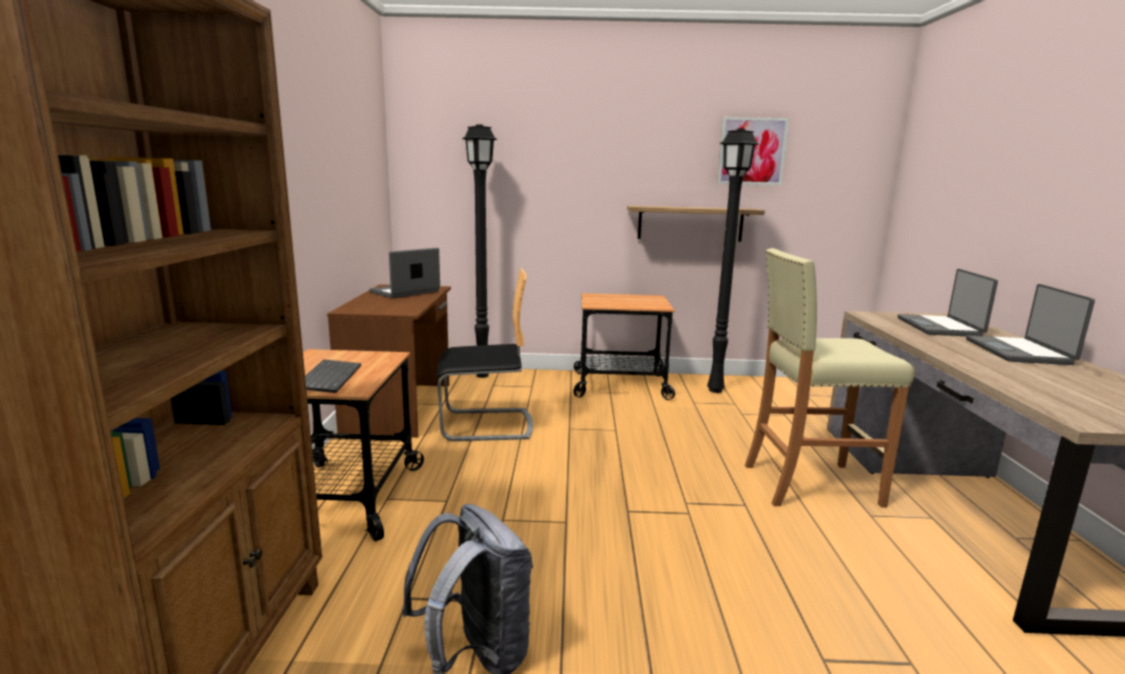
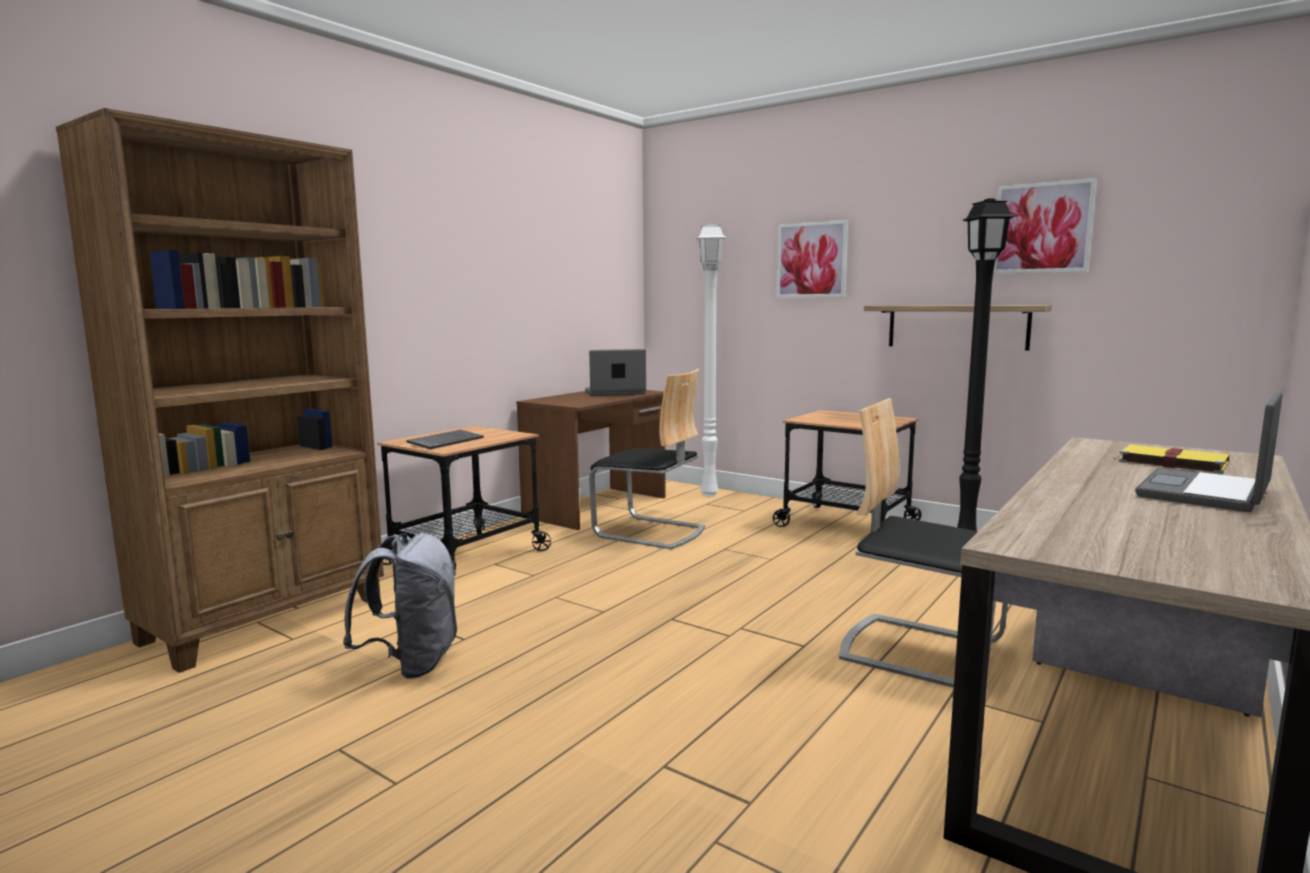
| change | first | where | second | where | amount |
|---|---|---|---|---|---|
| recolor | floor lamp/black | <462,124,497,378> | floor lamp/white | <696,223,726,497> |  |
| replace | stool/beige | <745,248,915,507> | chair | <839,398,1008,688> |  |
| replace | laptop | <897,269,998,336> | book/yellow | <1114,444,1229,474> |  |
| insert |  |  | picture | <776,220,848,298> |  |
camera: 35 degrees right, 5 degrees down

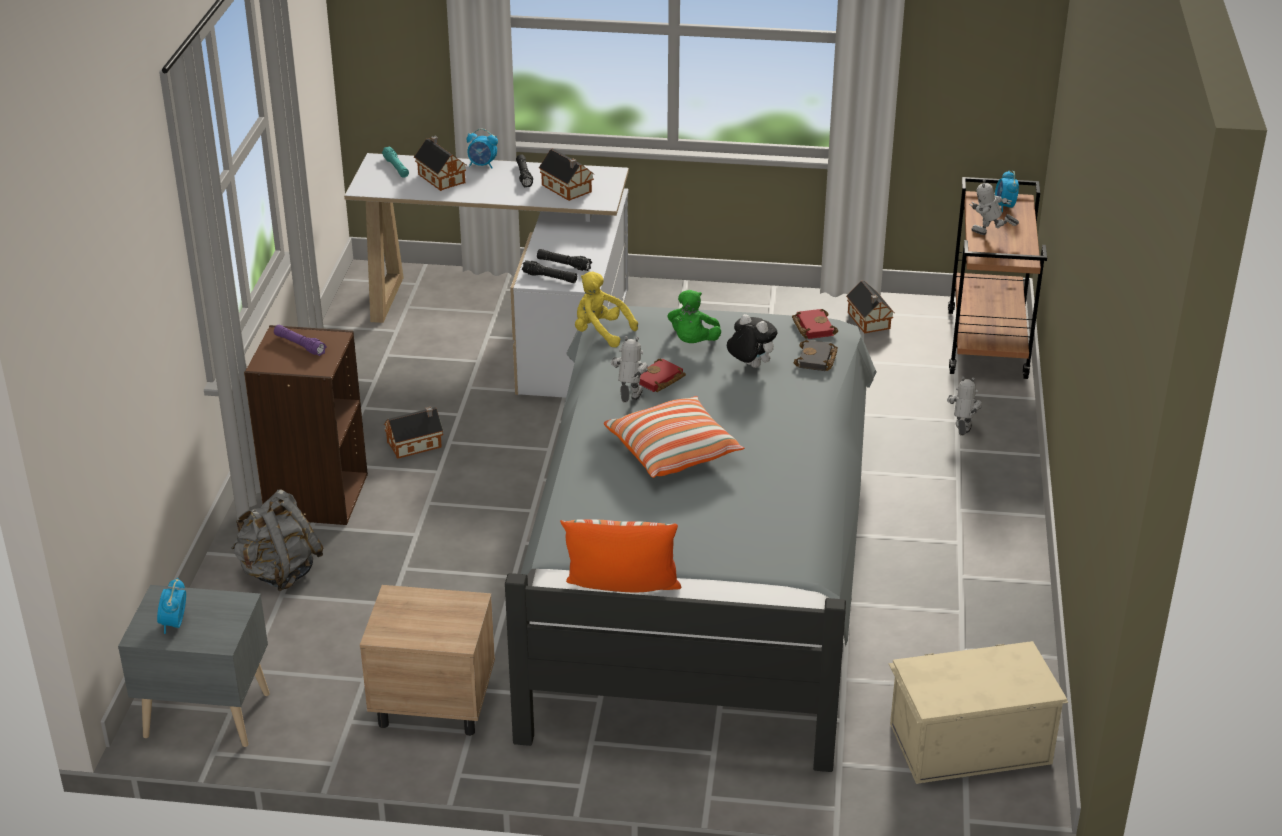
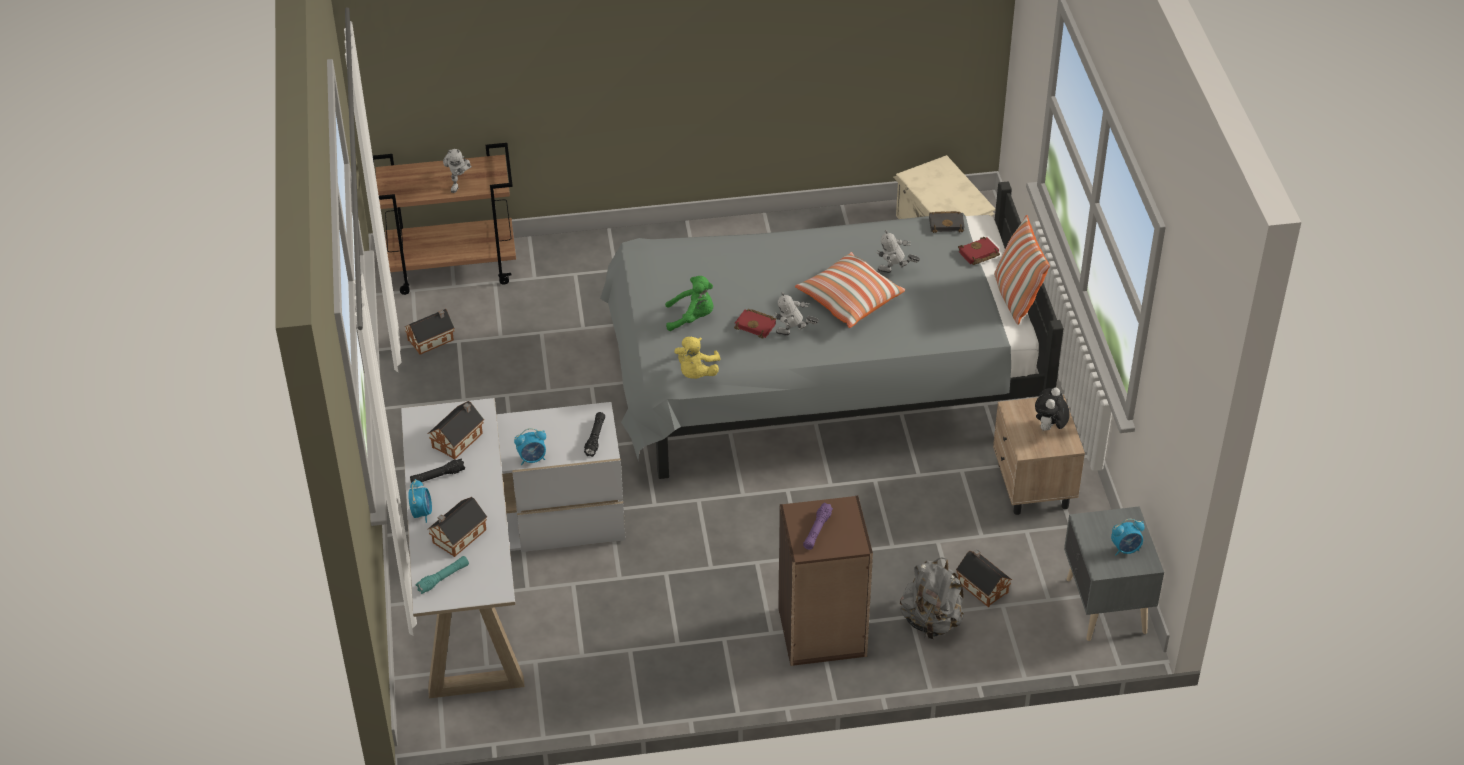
| change | first | where | second | where | amount |
|---|---|---|---|---|---|
| move | toy house | <384,407,443,459> |  | <956,549,1012,607> |  |
| delete | flashlight/black | <537,249,592,271> |  |  |  |
| move | plush toy | <727,314,777,368> |  | <1035,388,1070,431> |  |
| move | book/red | <792,309,838,339> |  | <958,237,1000,265> |  |
| move | book/black | <793,340,838,371> |  | <929,211,965,233> |  |
| move | toy robot | <947,376,982,436> |  | <876,230,920,273> |  |
| move | alarm clock | <995,171,1019,212> |  | <514,428,546,465> |  |
camera: 105 degrees left, 10 degrees up

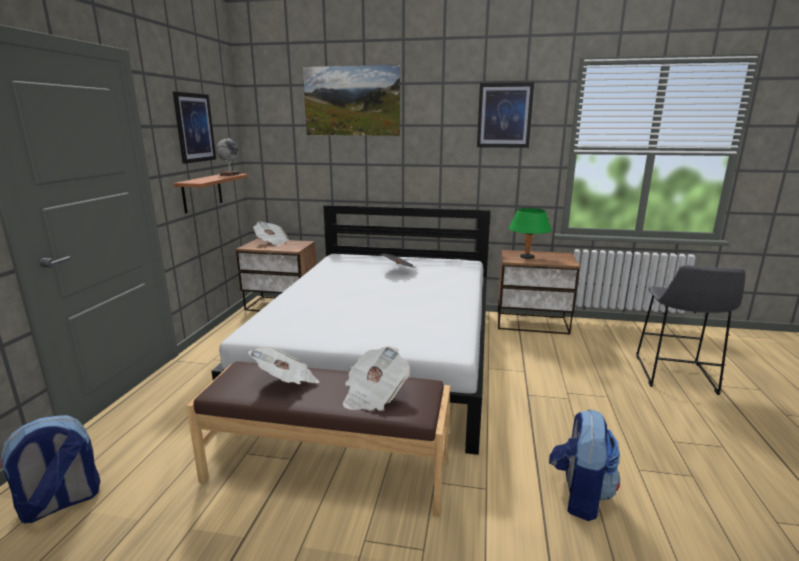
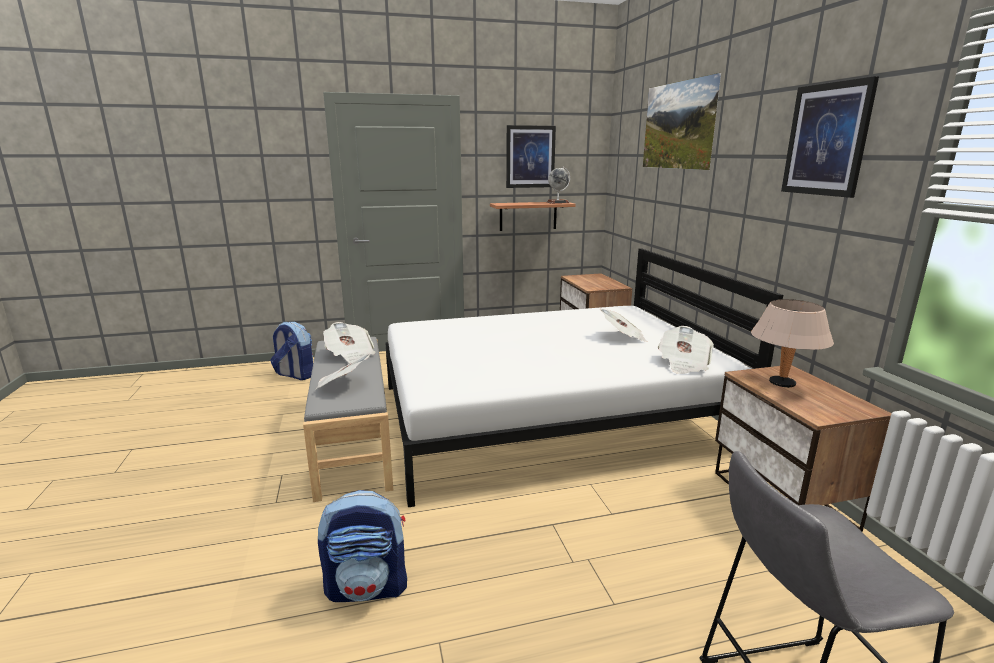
| change | first | where | second | where | amount |
|---|---|---|---|---|---|
| recolor | bench/brown | <186,361,450,517> | bench/grey | <303,337,393,502> |  |
| move | newspaper | <253,222,289,246> |  | <658,326,714,374> |  |
| recolor | table lamp/green | <508,208,552,259> | table lamp/beige | <751,299,834,388> |  |
camera: 65 degrees right, 0 degrees up

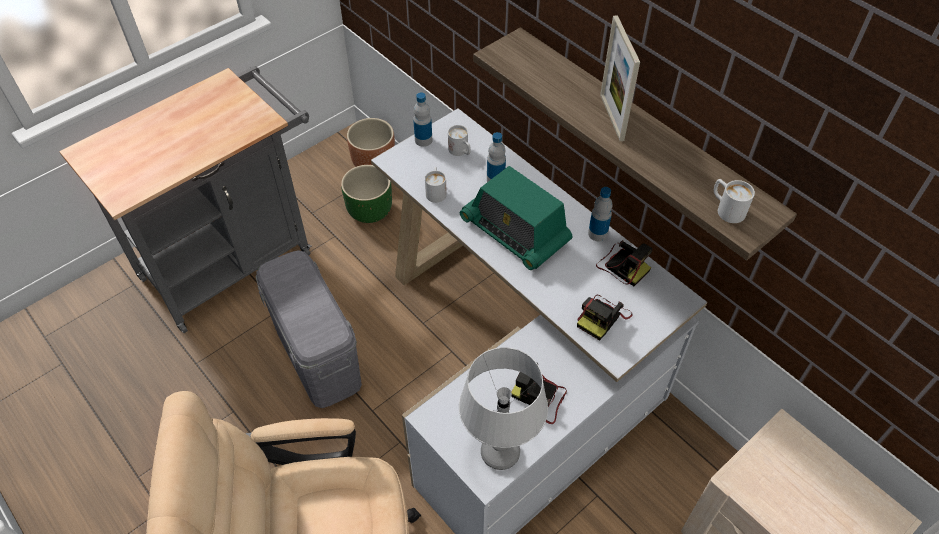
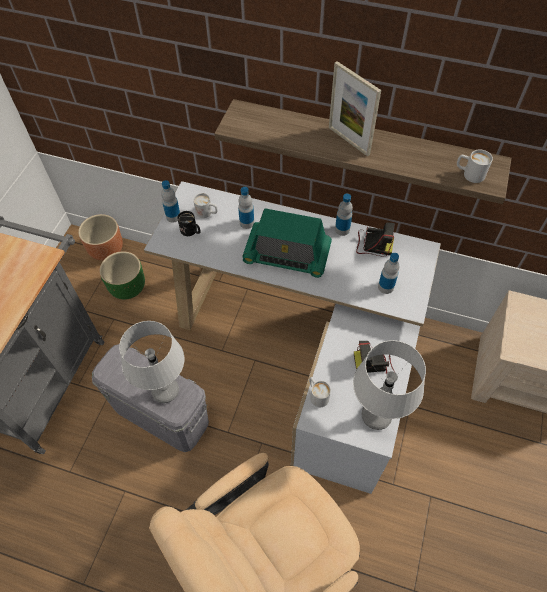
| change | first | where | second | where | amount |
|---|---|---|---|---|---|
| move | mug/white | <425,167,447,203> |  | <309,377,331,407> |  |
| replace | photo camera | <577,295,632,341> | bottle | <378,253,399,294> |  |
| insert |  |  | table lamp/grey | <119,321,184,403> |  |
| insert |  |  | mug/black | <177,211,200,236> |  |
camera: 30 degrees left, 5 degrees up

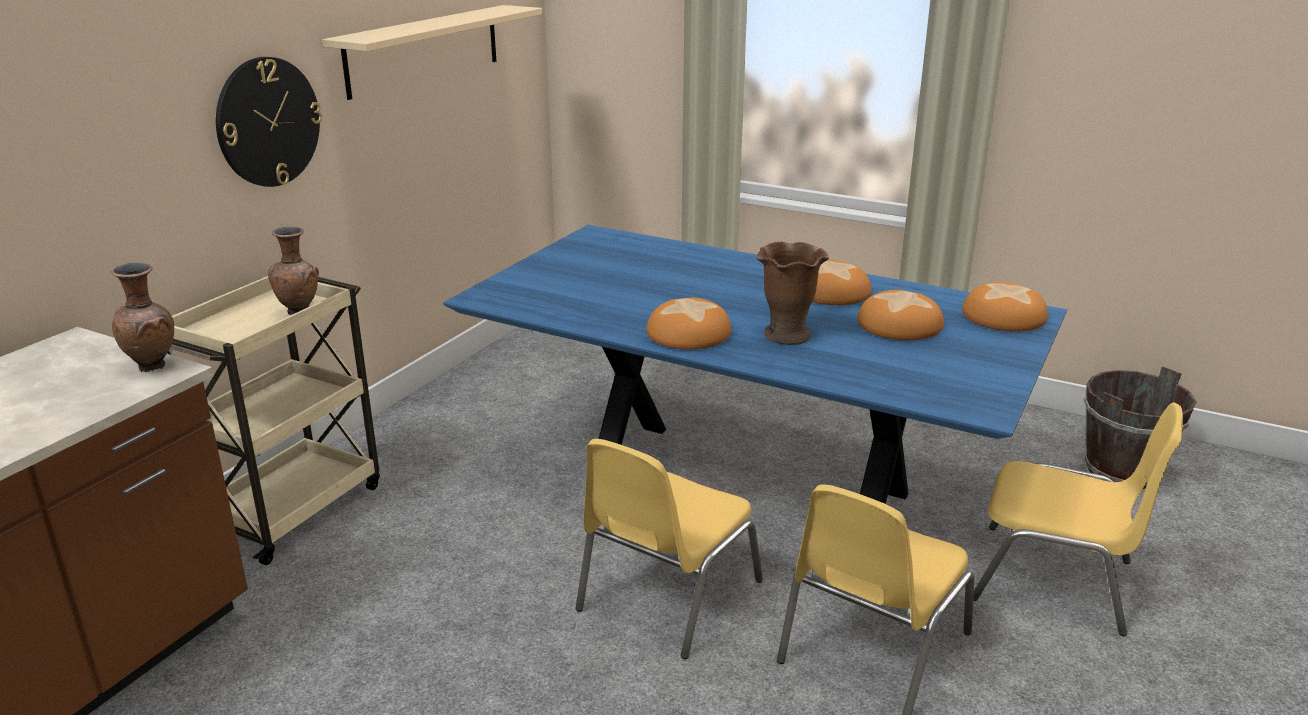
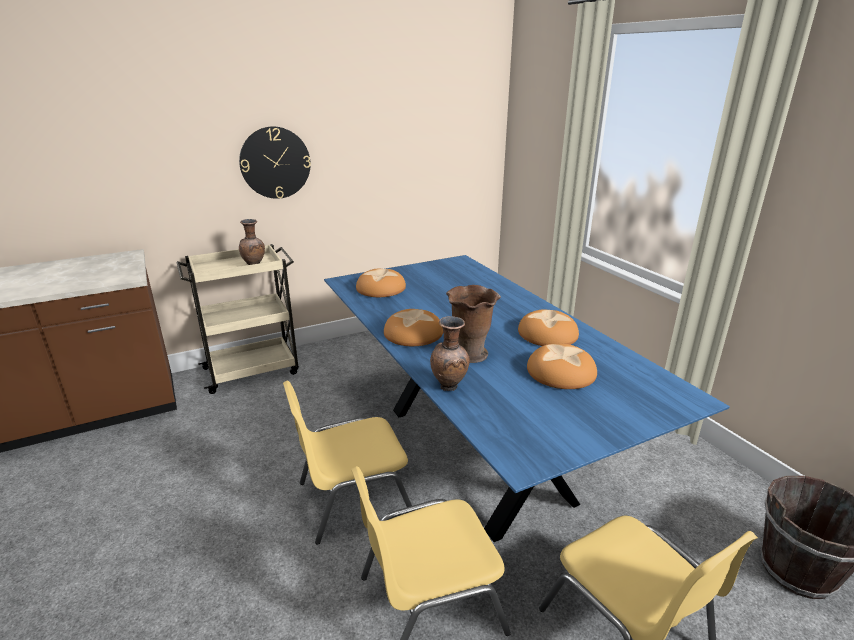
| change | first | where | second | where | amount |
|---|---|---|---|---|---|
| move | vase/brown | <111,262,174,372> |  | <430,316,470,391> |  |
| delete | shelf/beige | <322,5,543,100> |  |  |  |
| move | bread | <962,282,1048,332> |  | <356,269,406,297> |  |
camera: 35 degrees right, 0 degrees up

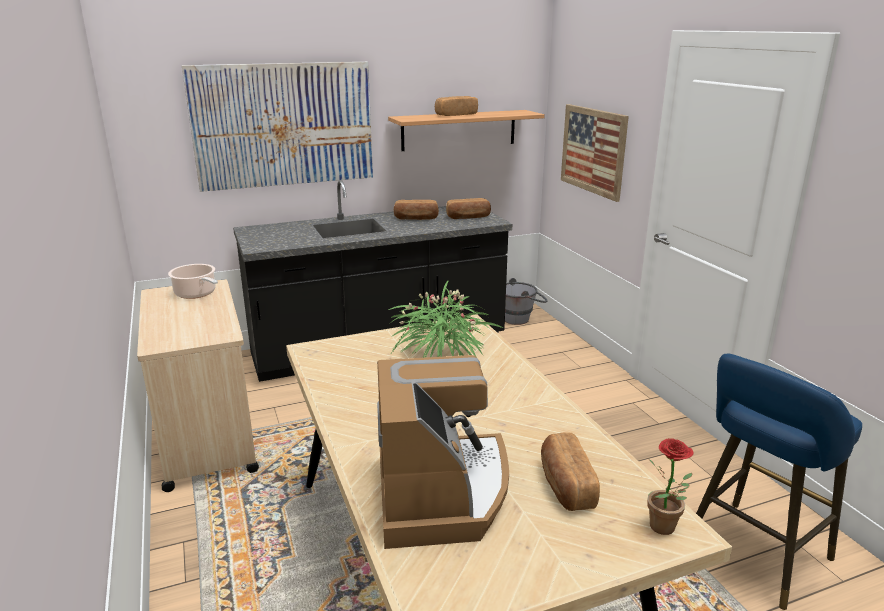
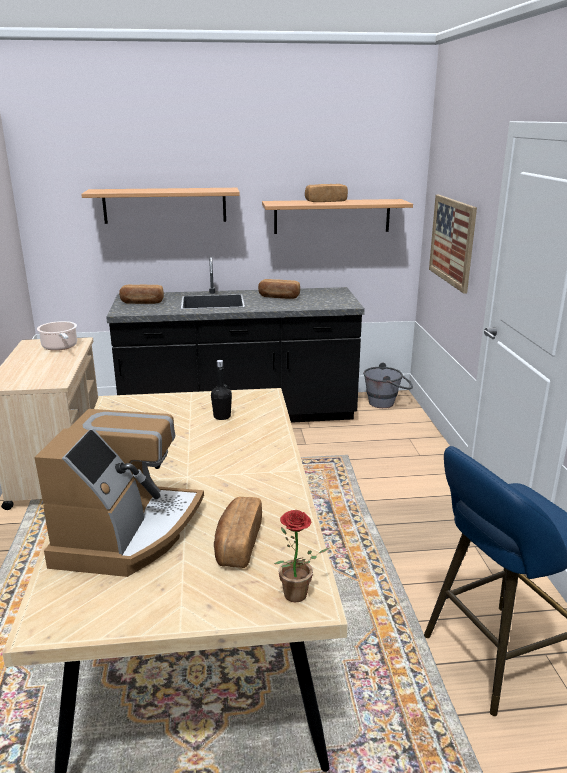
| change | first | where | second | where | amount |
|---|---|---|---|---|---|
| replace | picture | <182,62,373,192> | shelf | <81,188,240,224> |  |
| replace | potted plant | <389,280,503,358> | bottle/black | <211,360,232,420> |  |
| move | bread | <446,198,491,219> |  | <119,285,164,304> |  |
camera: 15 degrees right, 0 degrees up

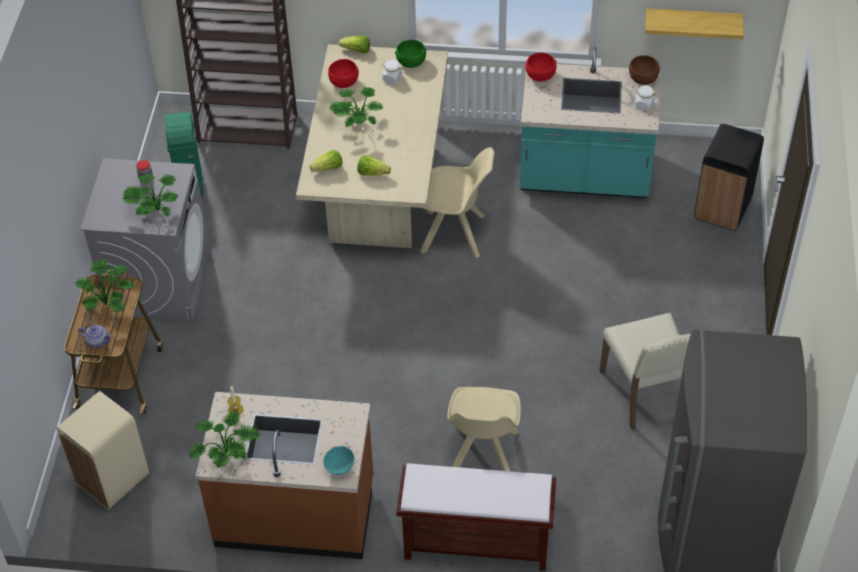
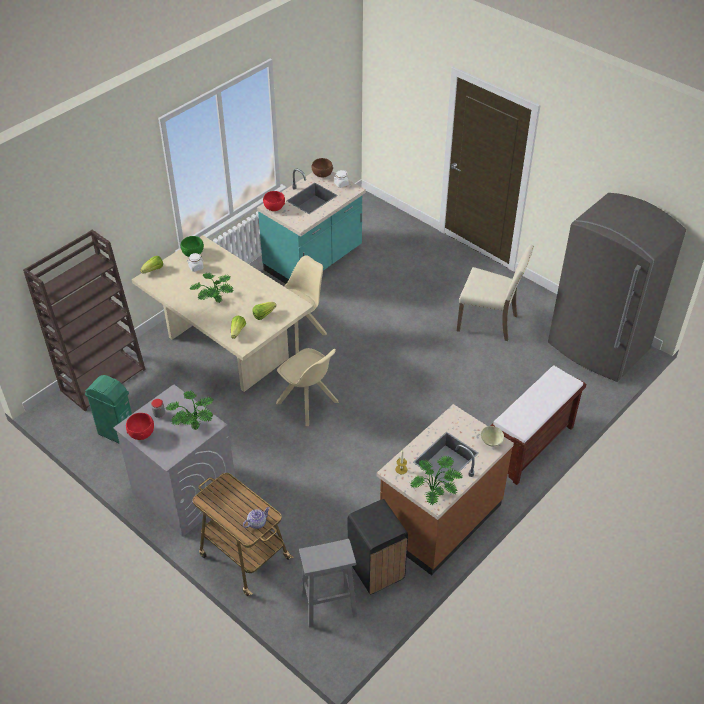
| change | first | where | second | where | amount |
|---|---|---|---|---|---|
| replace | trash can/beige | <56,391,149,509> | stool/grey | <299,539,357,627> |  |
| delete | potted plant | <75,259,135,312> |  |  |  |
| recolor | bowl/turquoise | <323,446,355,475> | bowl/beige | <481,426,504,447> |  |
| move | bowl/red | <328,59,359,88> |  | <126,413,154,440> |  |
| move | chair/beige | <447,387,521,471> |  | <276,348,339,426> |  |
| delete | shelf | <645,8,744,39> |  |  |  |
| move | trash can/black | <694,124,764,231> |  | <348,499,408,595> |  |
camera: 55 degrees left, 5 degrees down

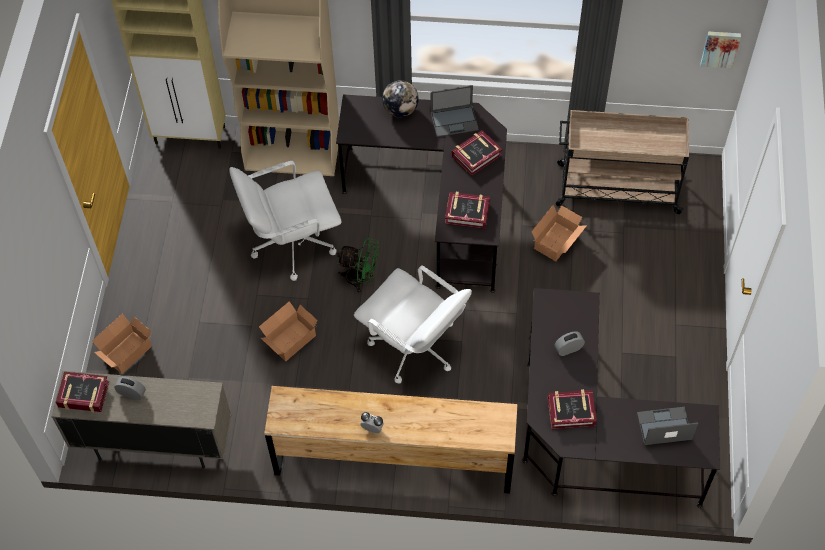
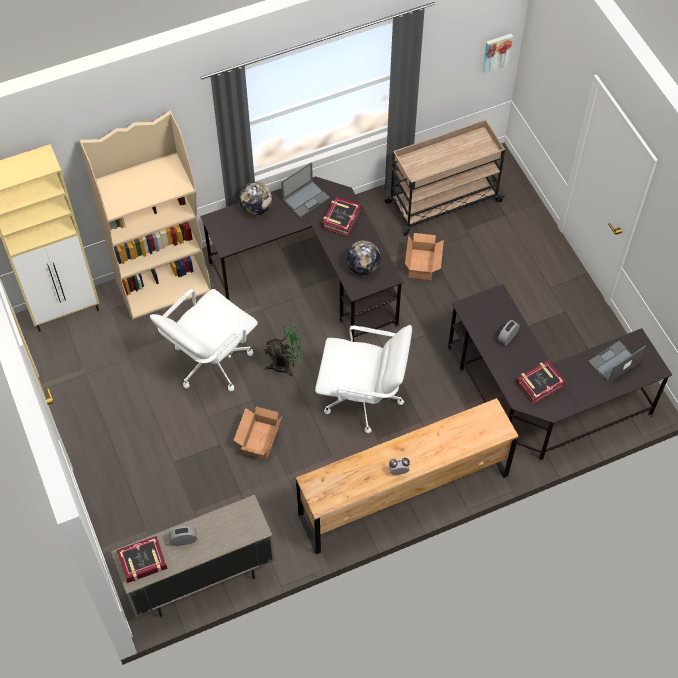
| change | first | where | second | where | amount |
|---|---|---|---|---|---|
| delete | cardboard box | <92,314,152,374> |  |  |  |
| replace | book | <445,192,490,229> | globe | <346,241,381,275> |  |
camera: 30 degrees left, 0 degrees up

